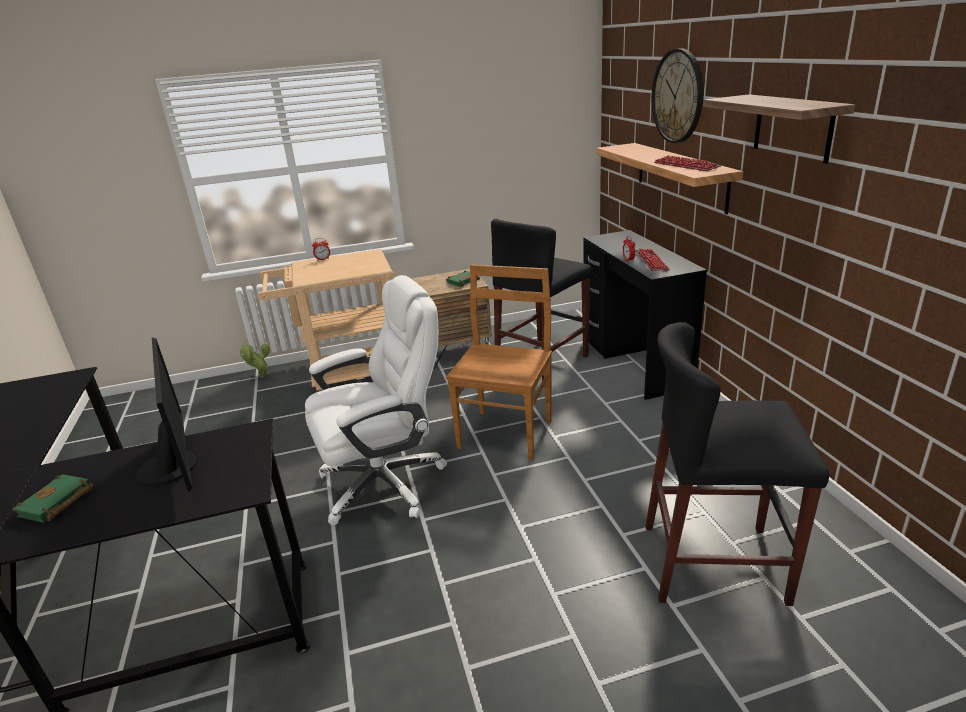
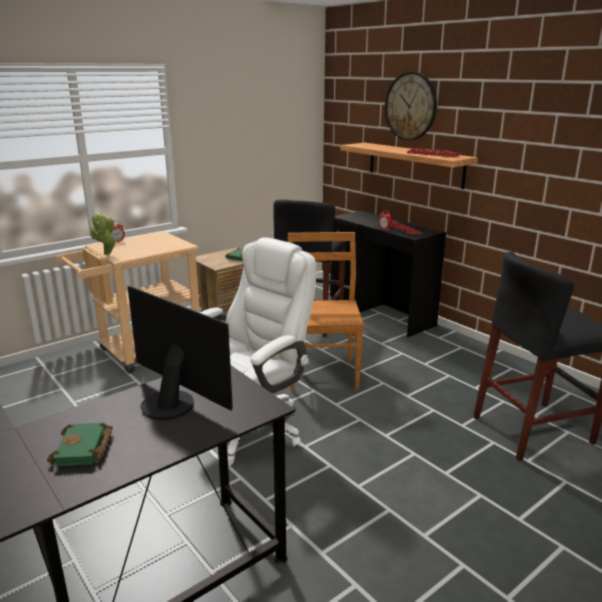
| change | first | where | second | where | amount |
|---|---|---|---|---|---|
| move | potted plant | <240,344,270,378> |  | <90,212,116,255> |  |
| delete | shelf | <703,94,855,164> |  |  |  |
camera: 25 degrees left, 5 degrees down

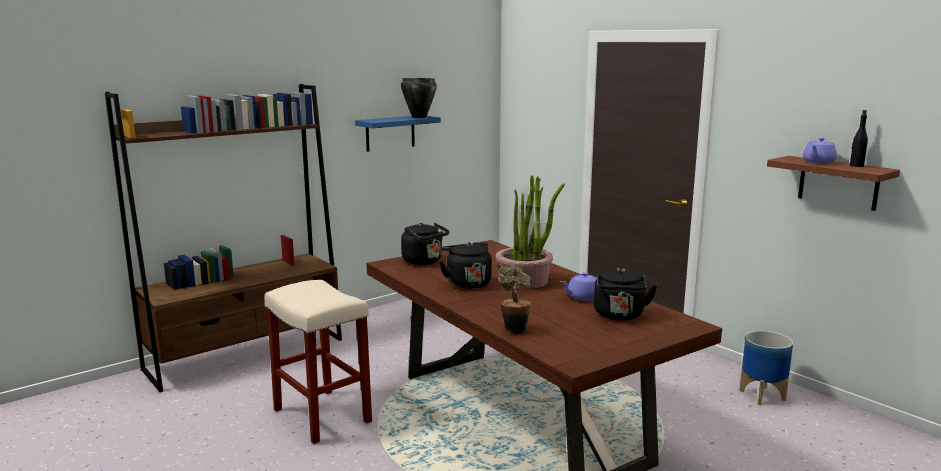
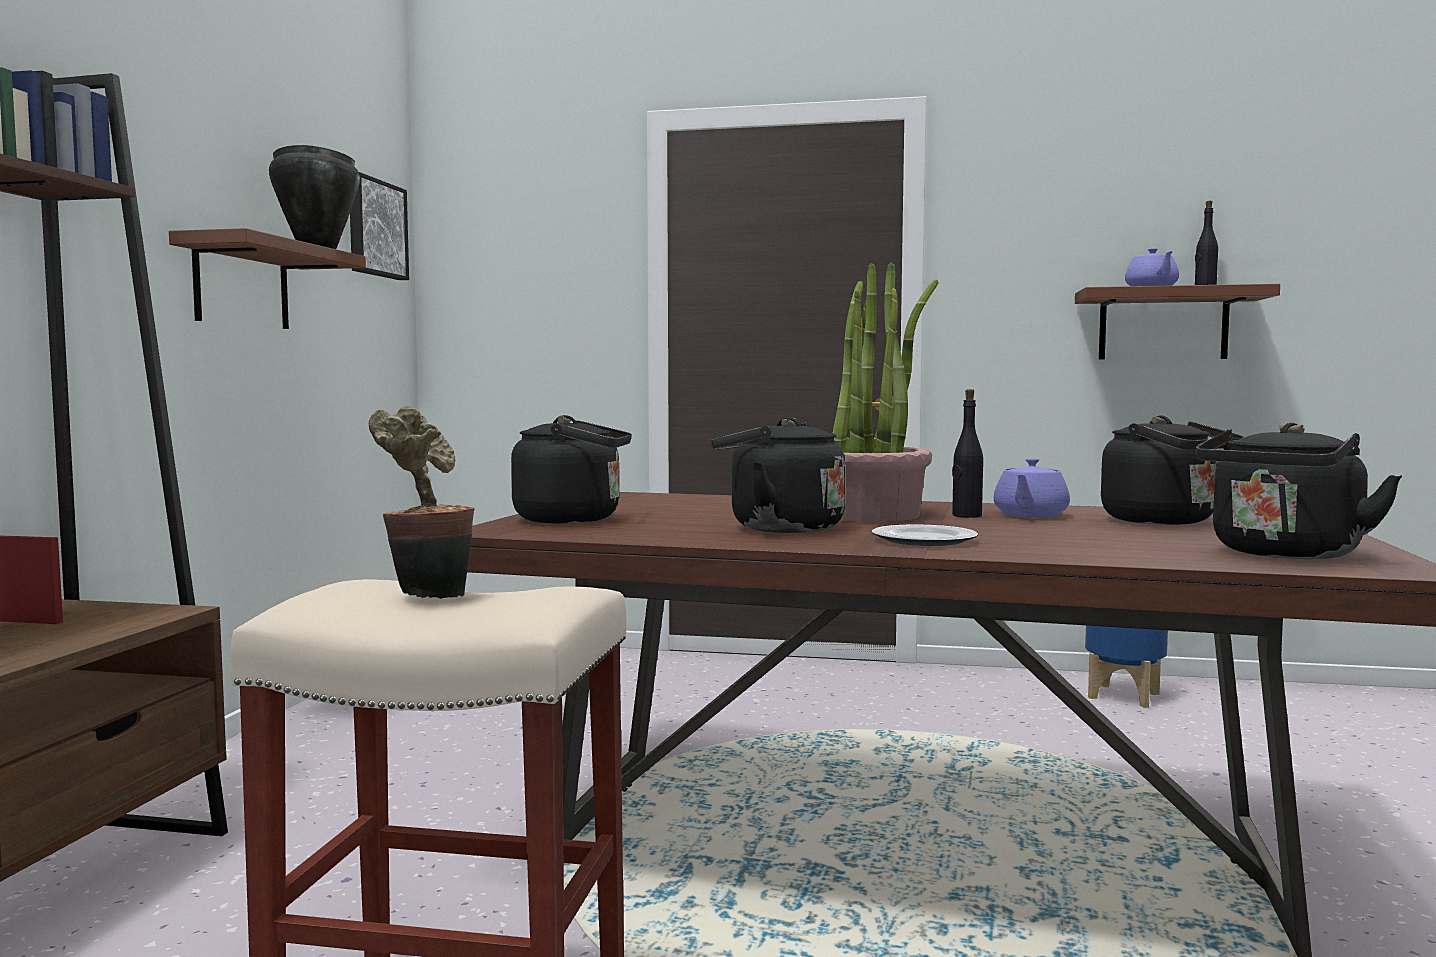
| change | first | where | second | where | amount |
|---|---|---|---|---|---|
| recolor | shelf/blue | <355,116,441,152> | shelf/brown | <169,228,366,329> |  |
| move | potted plant | <498,266,531,334> |  | <369,406,475,599> |  |
| insert |  |  | picture | <350,172,409,280> |  |
| insert |  |  | plate | <872,524,978,546> |  |
| insert |  |  | bottle/black | <952,389,983,518> |  |
| insert |  |  | kettle/black | <1196,423,1402,559> |  |
camera: 40 degrees left, 10 degrees down

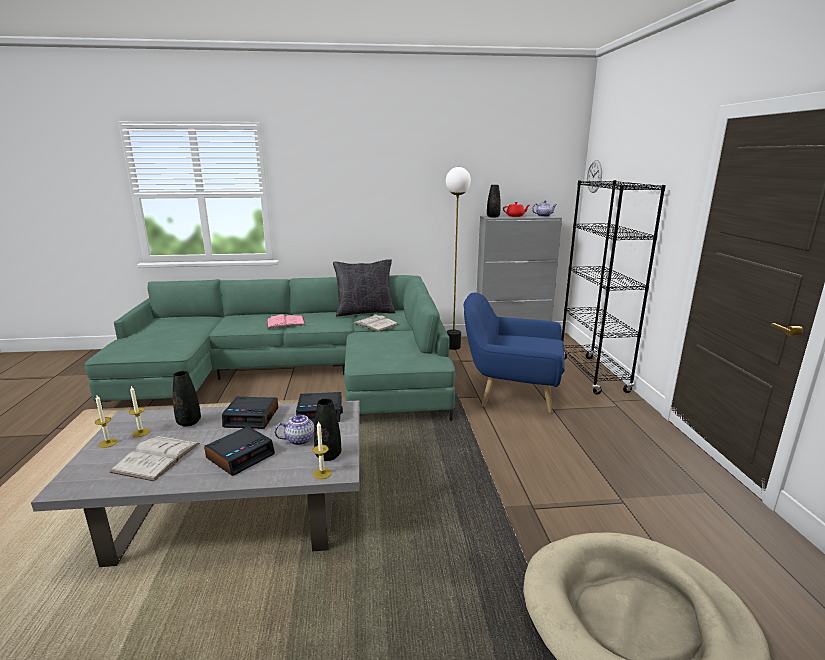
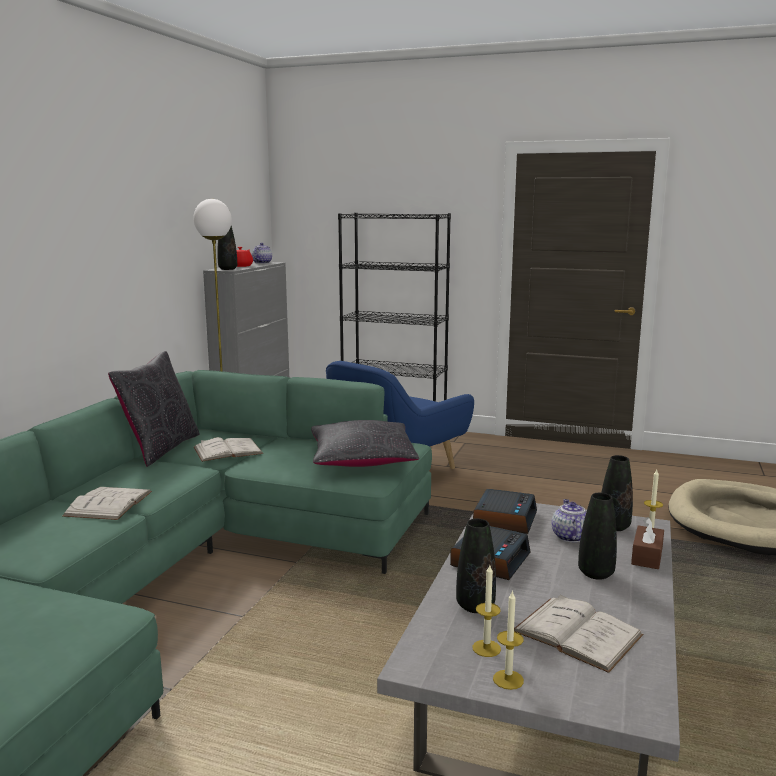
| change | first | where | second | where | amount |
|---|---|---|---|---|---|
| replace | alarm clock | <204,426,275,476> | vase/black | <578,493,617,580> |  |
| recolor | book/pink | <267,314,305,328> | book/white | <62,487,152,520> |  |
| delete | wall clock | <587,160,602,193> |  |  |  |
| insert |  |  | pillow/black | <311,420,419,467> |  |
| insert |  |  | tissue box/brown | <631,517,664,569> |  |
camera: 65 degrees left, 5 degrees down

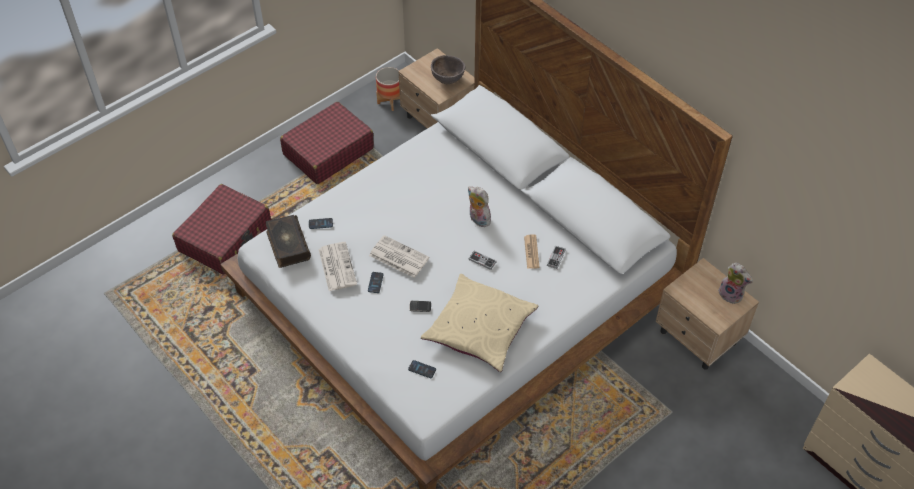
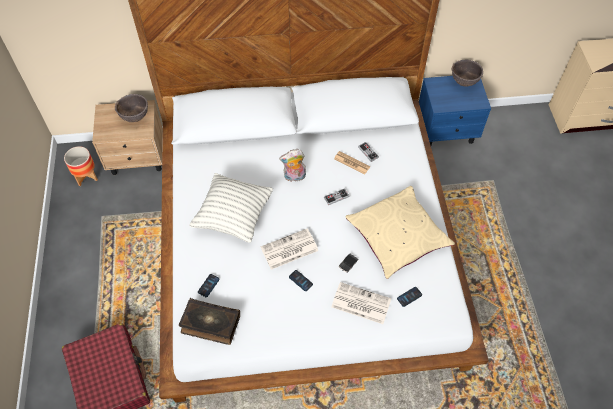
| change | first | where | second | where | amount |
|---|---|---|---|---|---|
| delete | suitcase/red | <280,102,374,184> |  |  |  |
| move | newspaper | <318,242,357,291> |  | <331,282,391,324> |  |
| recolor | nightstand/beige | <656,258,759,370> | nightstand/blue | <419,76,491,146> |  |
| replace | plush toy | <718,263,753,304> | bowl/brown | <452,60,483,87> |  |
| insert |  |  | pillow | <190,173,273,243> |  |
camera: 55 degrees left, 5 degrees up

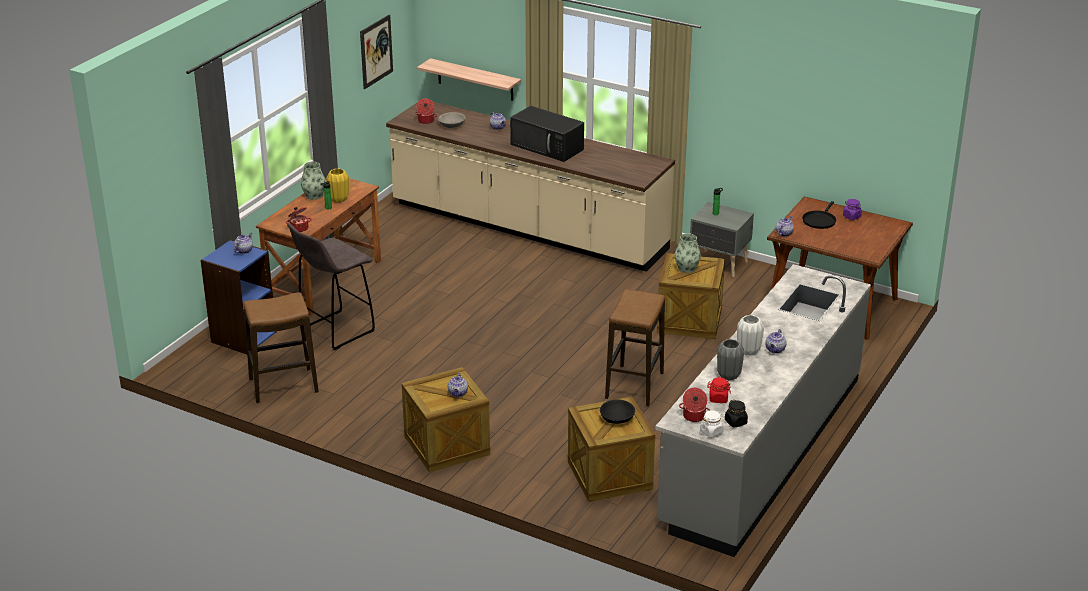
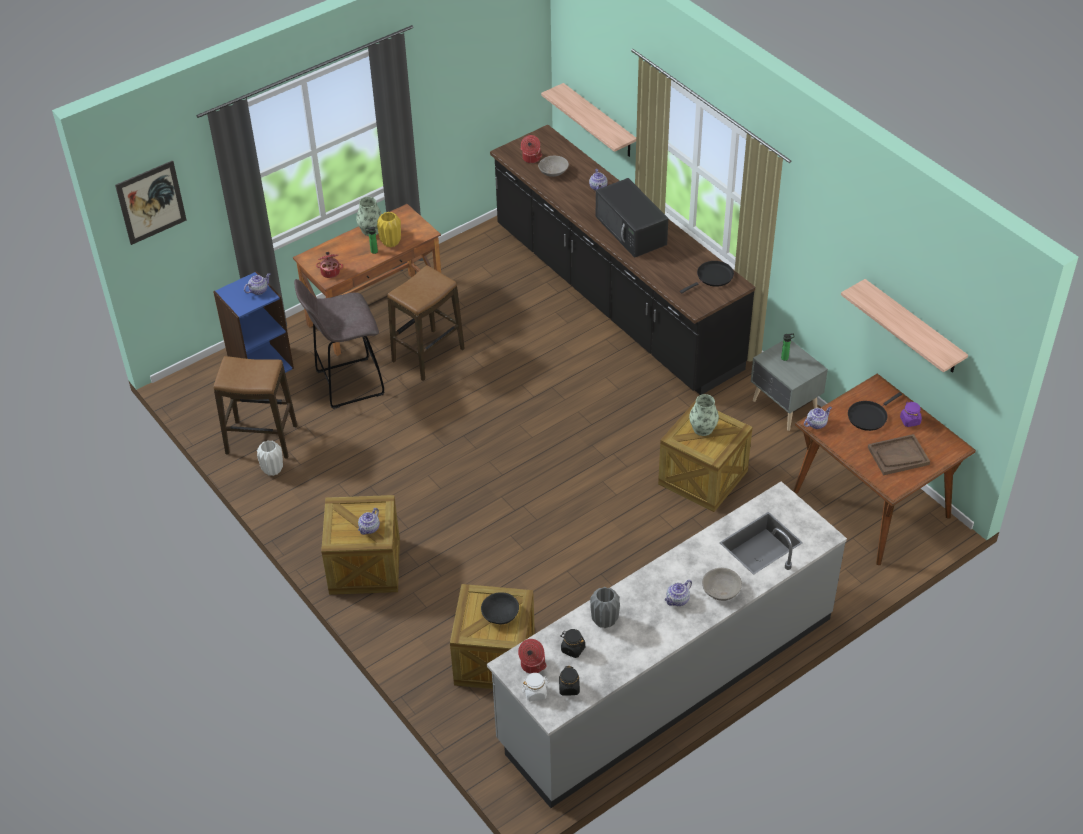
| change | first | where | second | where | amount |
|---|---|---|---|---|---|
| move | picture | <360,14,393,89> |  | <115,160,187,245> |  |
| recolor | counter/beige | <386,101,675,272> | counter/black | <490,125,755,395> |  |
| move | stool | <605,289,665,406> |  | <387,265,465,381> |  |
| recolor | jar/red | <707,377,731,403> | jar/black | <561,629,586,658> |  |
| move | vase/white | <737,315,764,356> |  | <257,440,283,476> |  |
| insert |  |  | frying pan/black | <680,261,734,293> |  |
| insert |  |  | bowl/grey | <702,568,742,601> |  |
| insert |  |  | shelf | <841,279,968,373> |  |
| insert |  |  | tray/brown | <868,434,930,475> |  |
camera: 25 degrees right, 15 degrees up

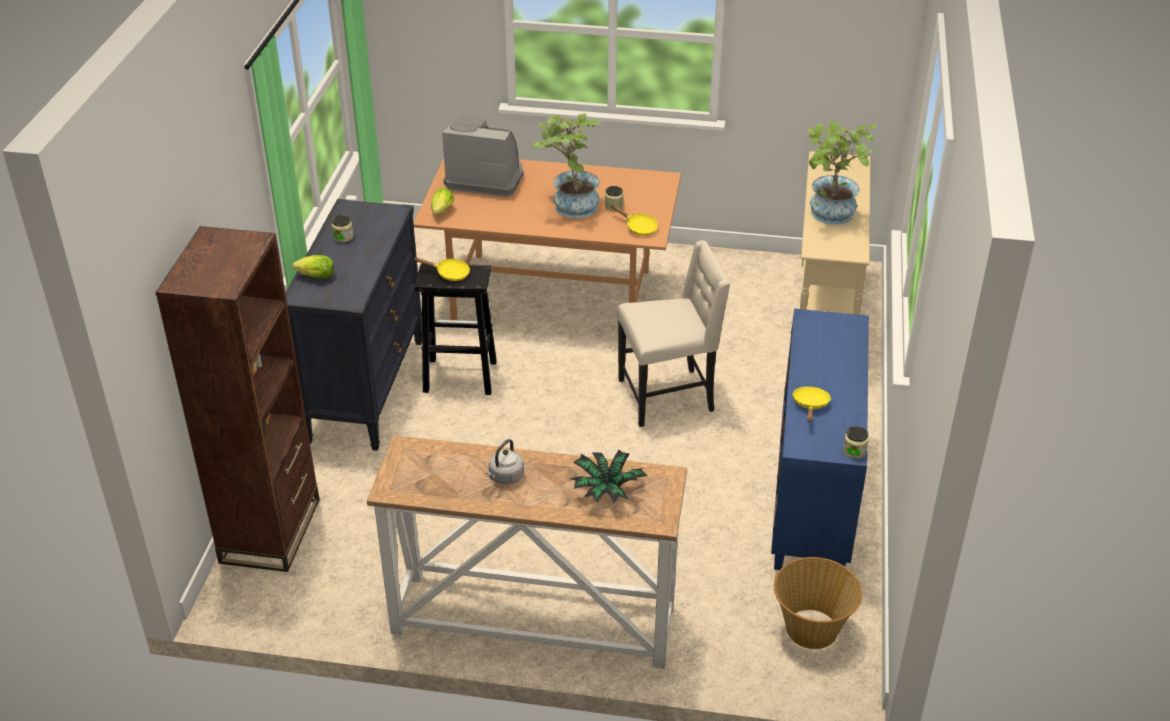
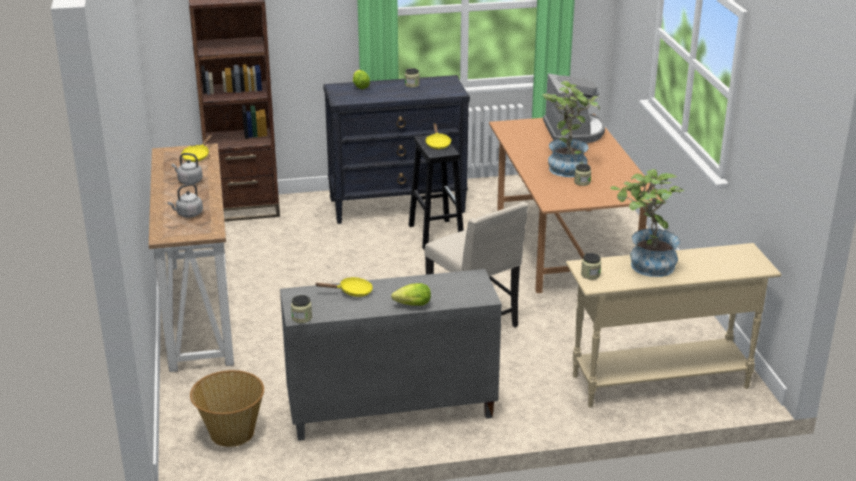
| change | first | where | second | where | amount |
|---|---|---|---|---|---|
| move | lettuce | <431,188,454,215> |  | <391,283,431,306> |  |
| replace | potted plant | <570,450,647,503> | kettle/grey | <168,184,203,217> |  |
| move | frying pan/yellow | <611,205,658,236> |  | <181,134,212,162> |  |
| recolor | cabinet/blue | <771,309,869,570> | cabinet/grey | <280,269,502,441> |  |
| insert |  |  | jar | <581,253,601,280> |  |
camera: 70 degrees right, 10 degrees down

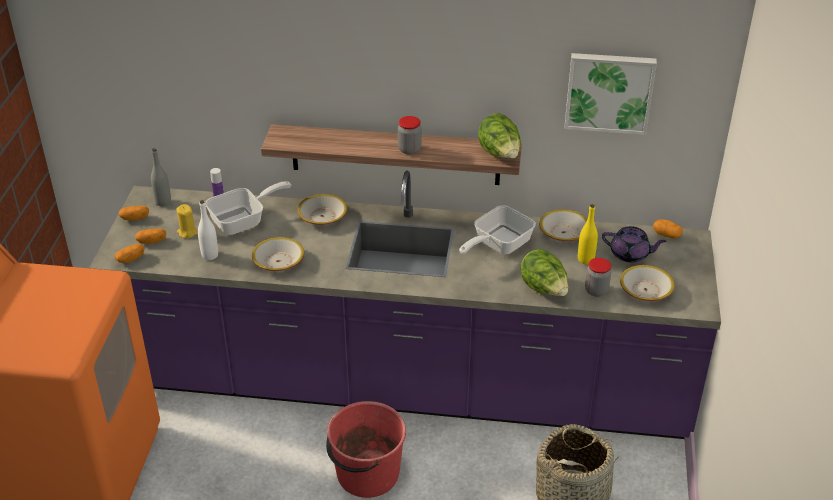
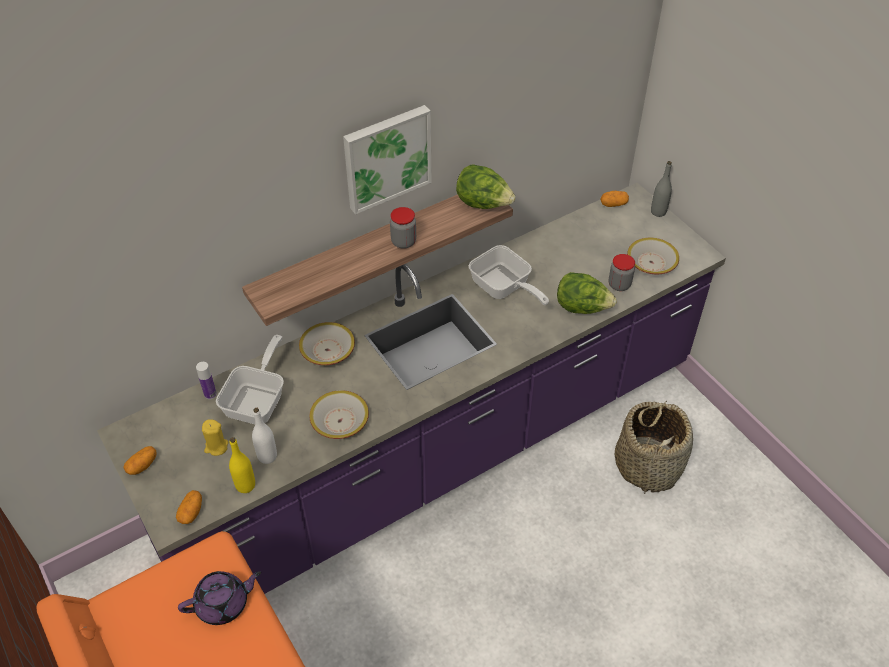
| change | first | where | second | where | amount |
|---|---|---|---|---|---|
| delete | potato | <135,228,166,244> |  |  |  |
| move | bottle/grey | <151,148,171,206> |  | <651,161,672,217> |  |
| delete | bucket/red | <326,401,406,498> |  |  |  |
| rotate | frying pan | <459,205,536,254> |  | <469,245,549,305> | 45 degrees counterclockwise |
| delete | bowl | <539,209,587,242> |  |  |  |
| move | picture | <565,53,657,135> |  | <343,105,432,214> |  |
| move | bottle/yellow | <578,204,598,264> |  | <229,437,255,493> |  |
| move | teapot/purple | <602,226,666,263> |  | <178,571,261,625> |  |
camera: 40 degrees left, 10 degrees up

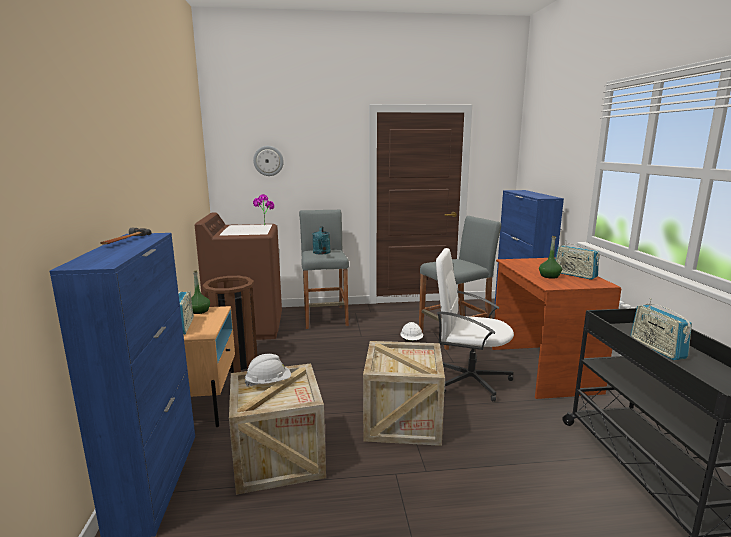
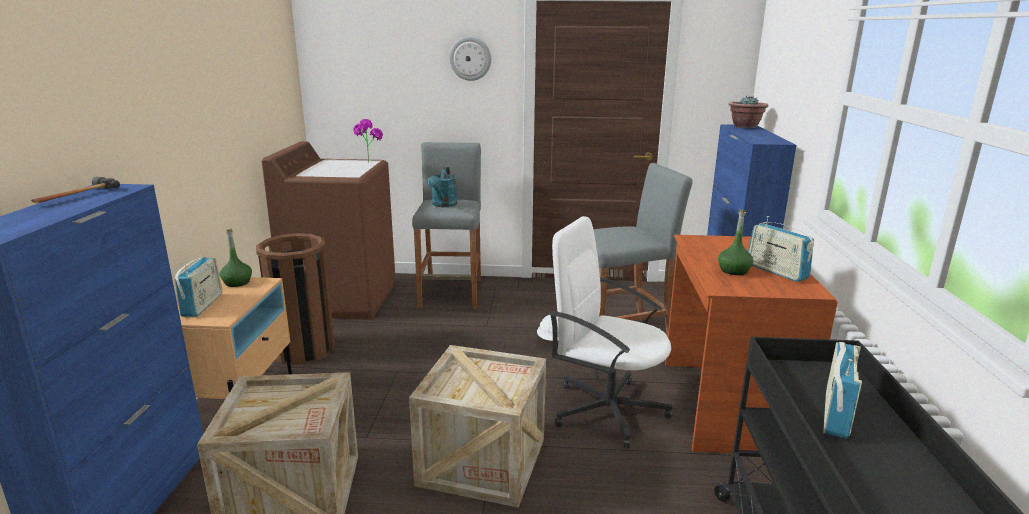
| change | first | where | second | where | amount |
|---|---|---|---|---|---|
| delete | hard hat/white | <245,354,291,387> |  |  |  |
| move | wall clock | <253,146,284,176> |  | <449,37,491,81> |  |
| rotate | radio | <631,298,692,360> |  | <823,342,862,439> | 150 degrees counterclockwise |
| insert |  |  | potted plant | <729,96,769,128> |  |
camera: 10 degrees right, 5 degrees up

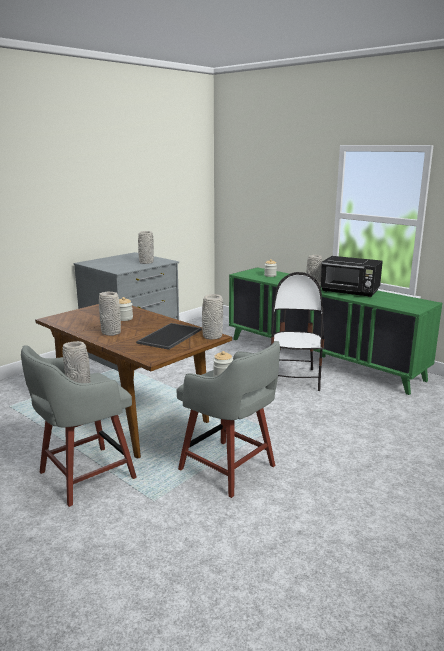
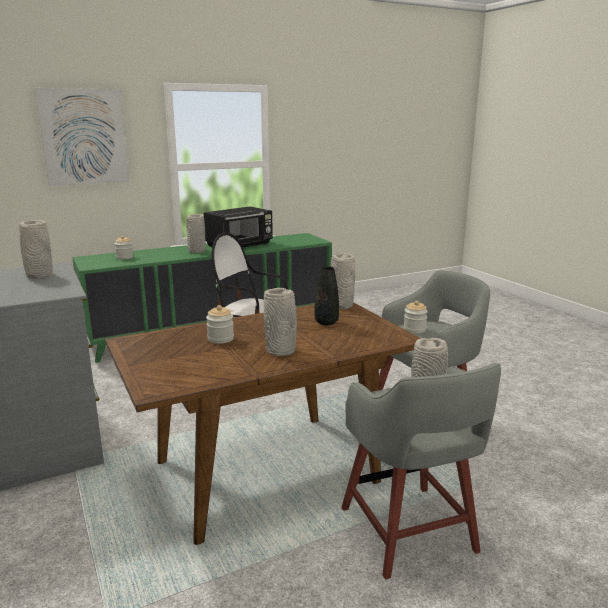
| change | first | where | second | where | amount |
|---|---|---|---|---|---|
| replace | tray | <136,323,202,350> | vase/black | <315,267,339,325> |  |
| insert |  |  | picture | <35,88,130,186> |  |
camera: 70 degrees left, 0 degrees up

